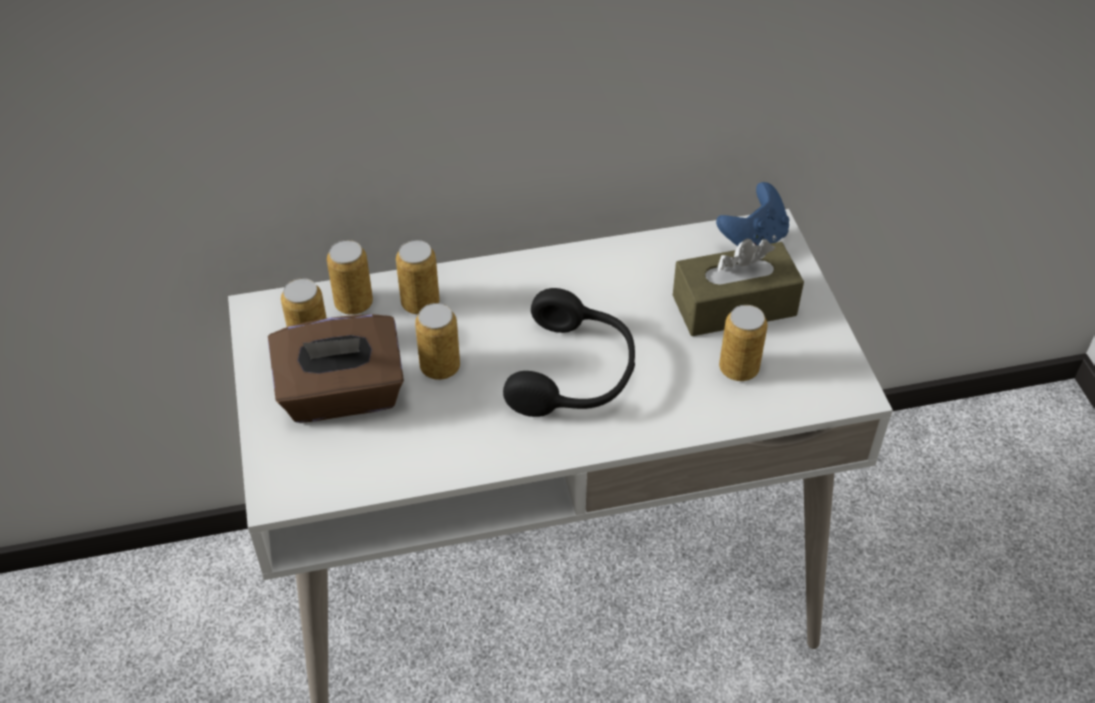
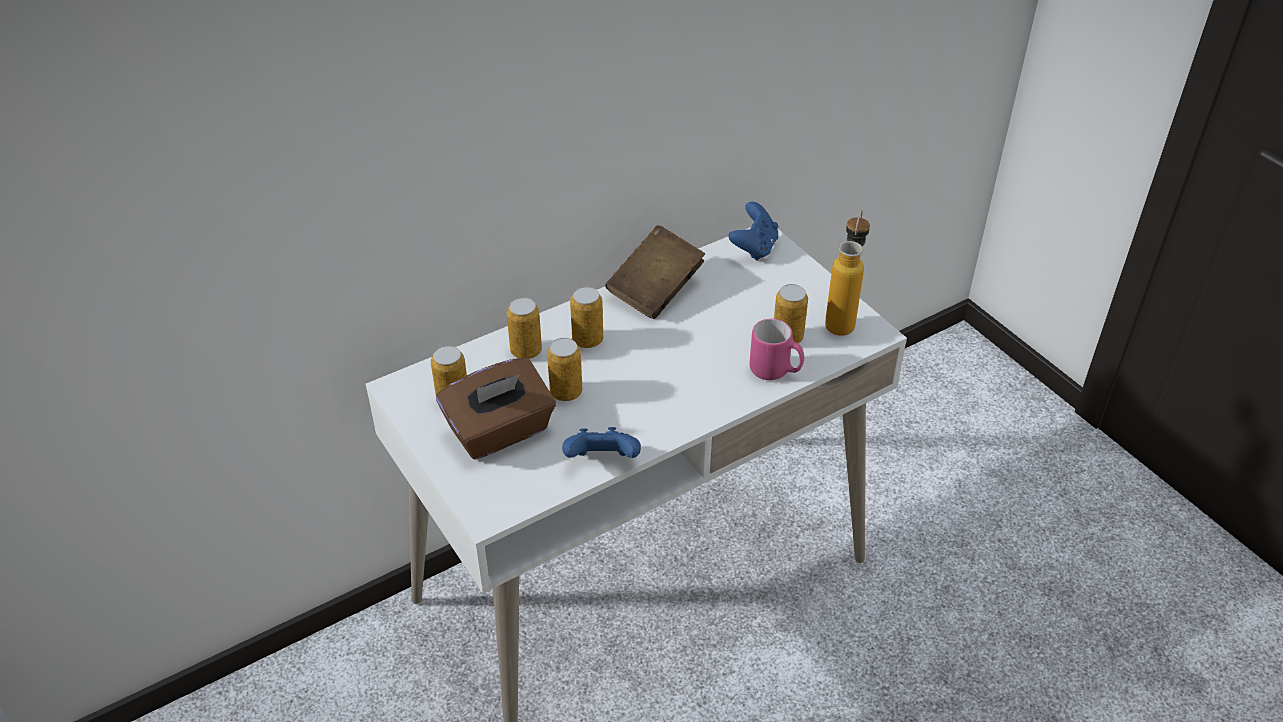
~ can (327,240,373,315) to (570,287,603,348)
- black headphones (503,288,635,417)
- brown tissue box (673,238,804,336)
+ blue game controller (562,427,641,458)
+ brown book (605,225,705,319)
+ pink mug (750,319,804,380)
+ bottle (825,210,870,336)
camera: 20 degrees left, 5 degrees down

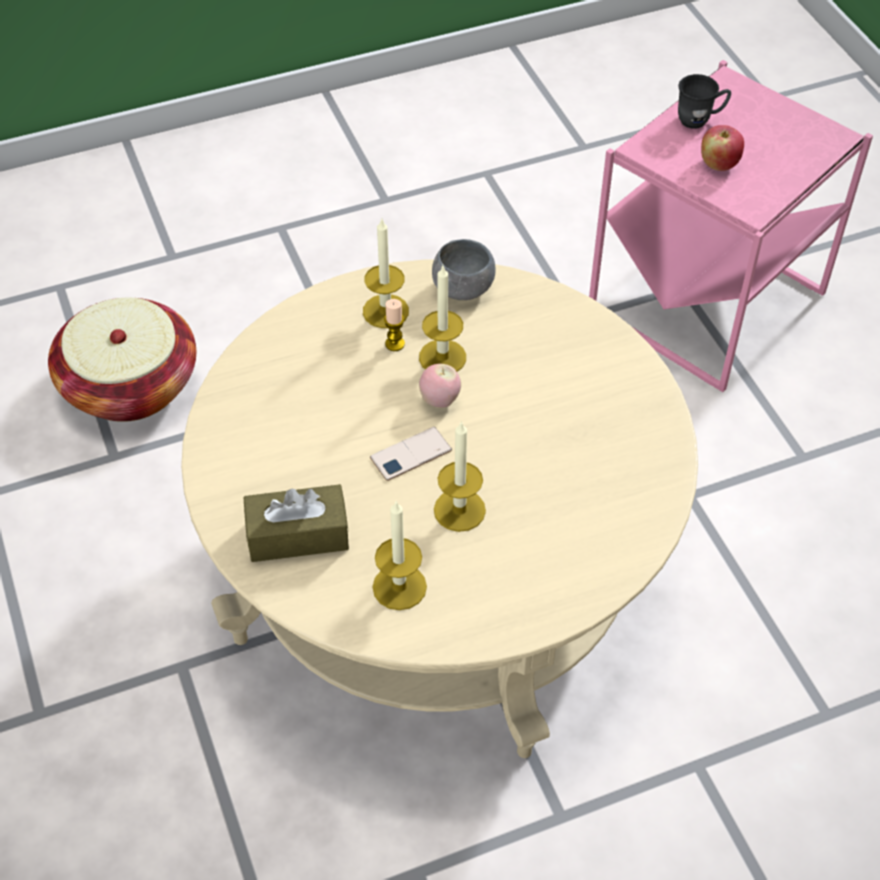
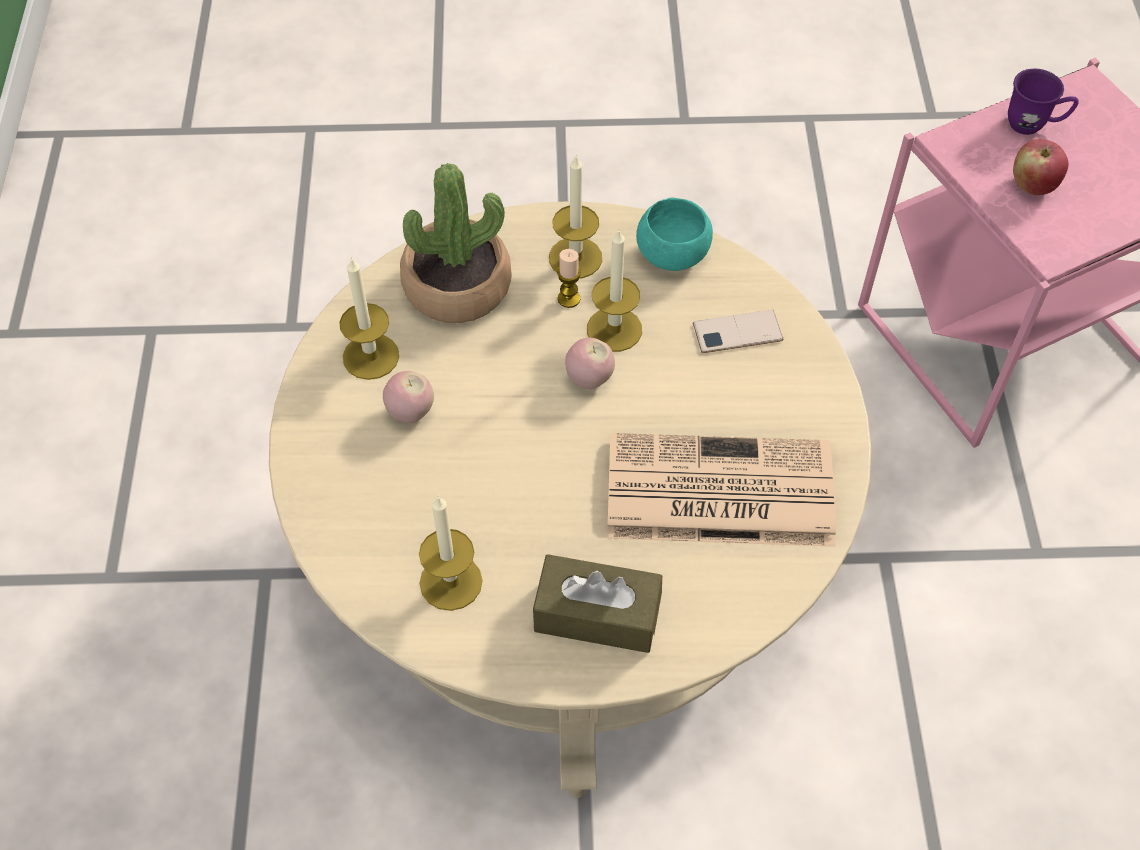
- basket (48,298,196,422)
~ brown tissue box (244,484,349,562) to (533,554,662,653)
~ phone (370,427,452,481) to (693,310,783,353)
~ grey bowl (432,239,495,300) to turquoise bowl (636,198,713,271)
~ candle (434,421,486,532) to (339,257,399,380)
~ grey mug (678,74,731,129) to purple mug (1008,68,1079,135)
+ apple (383,371,434,423)
+ potted plant (400,163,512,323)
+ newspaper (607,433,836,547)
camera: 20 degrees right, 5 degrees up

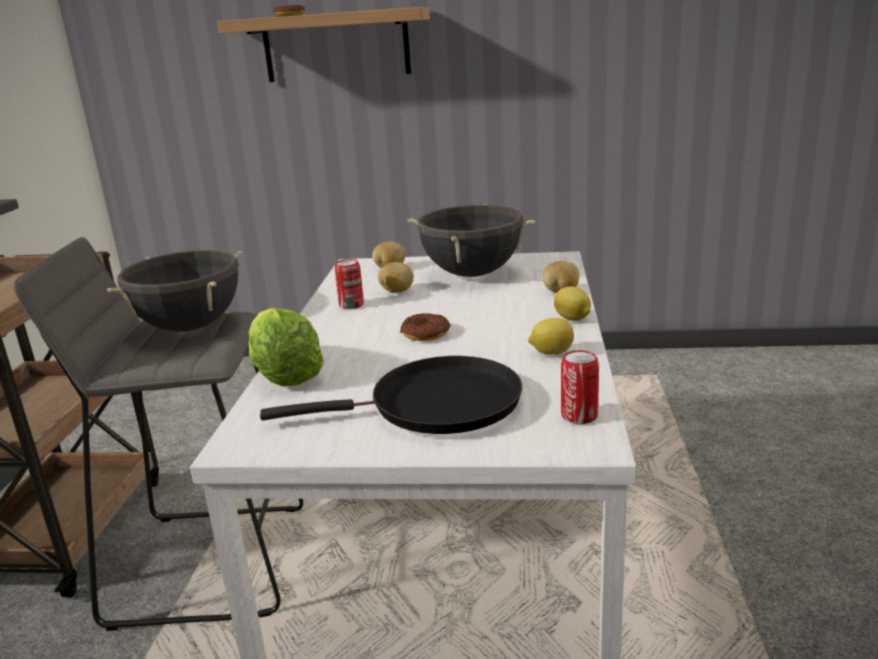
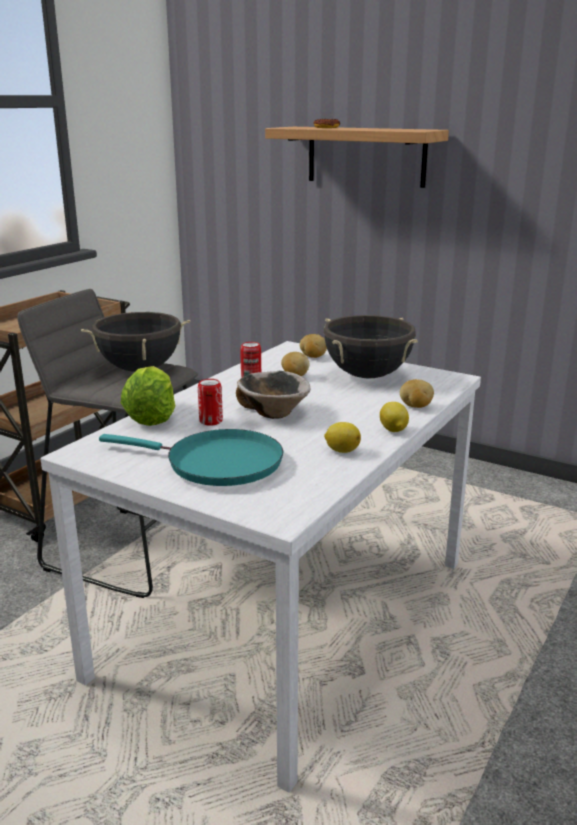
~ black frying pan (260,356,522,434) to turquoise frying pan (99,429,283,486)
~ donut (400,313,450,341) to bowl (236,371,310,419)
~ can (561,350,599,424) to (198,379,223,426)
camera: 25 degrees right, 0 degrees up

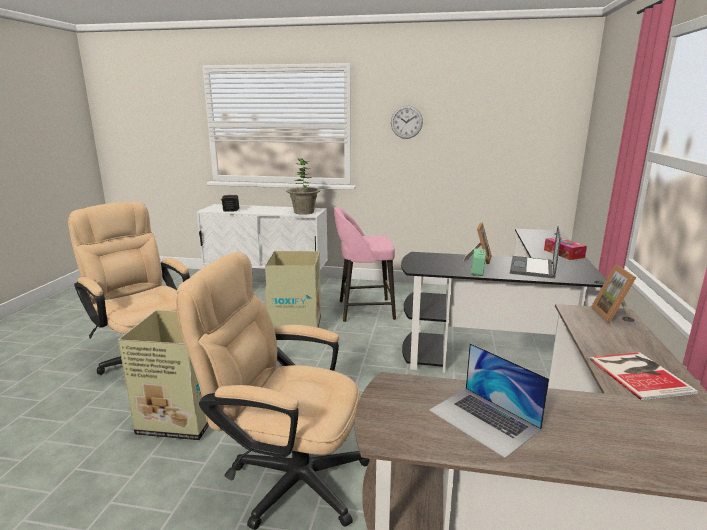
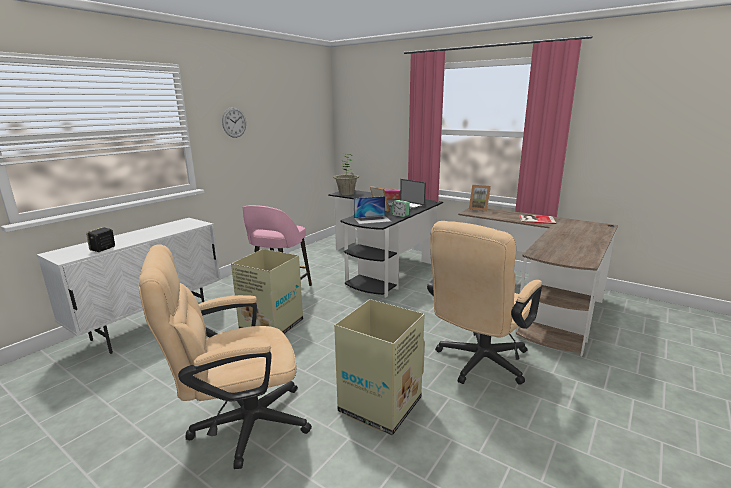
~ potted plant (286,158,321,215) to (333,153,359,195)
~ laptop (429,343,549,458) to (354,196,392,224)
camera: 65 degrees left, 0 degrees up

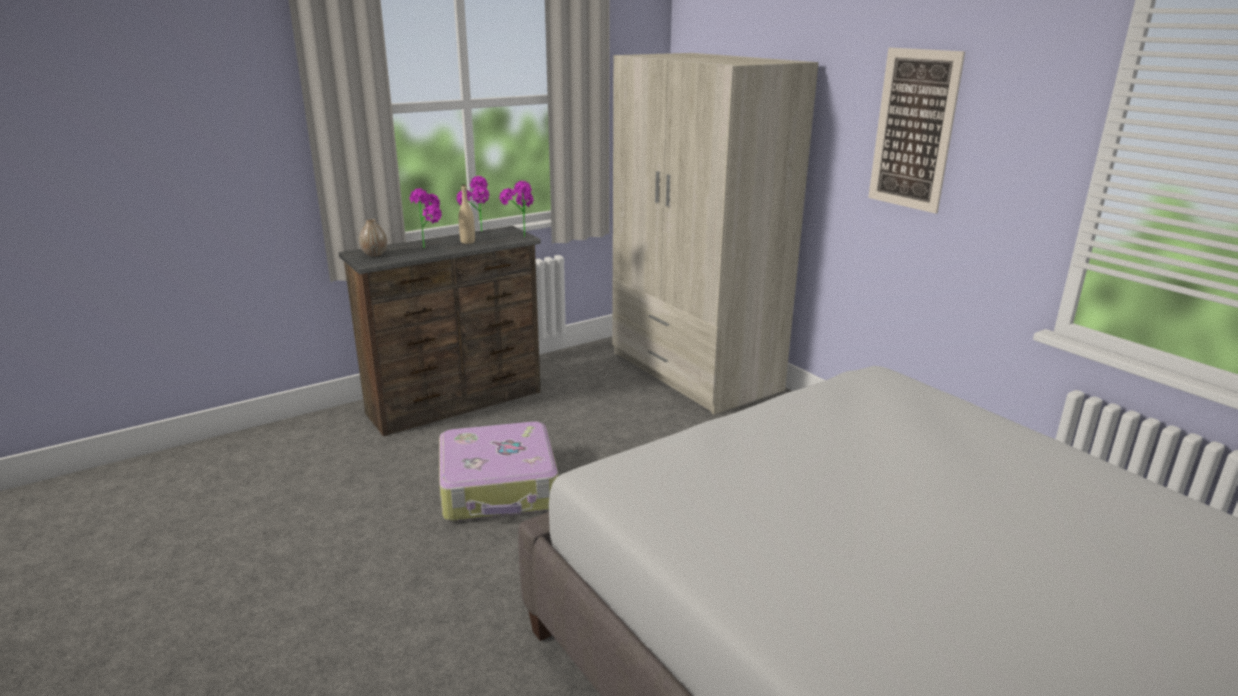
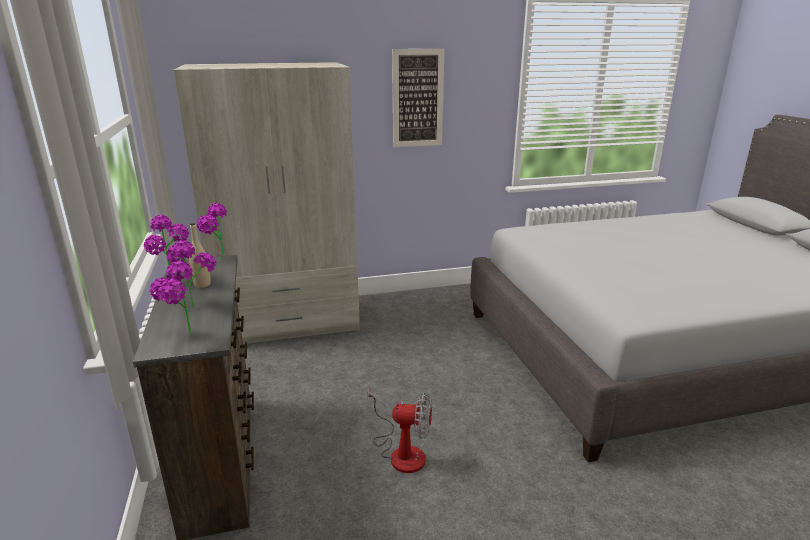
~ vase (359,219,387,257) to potted plant (149,260,193,334)
~ suitcase (439,422,558,521) to fan (367,388,432,473)
camera: 70 degrees left, 0 degrees up

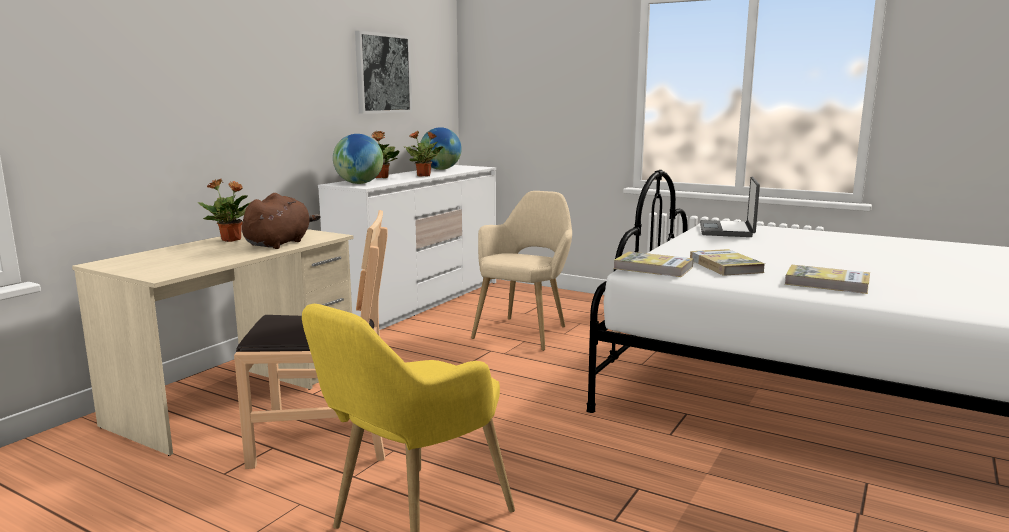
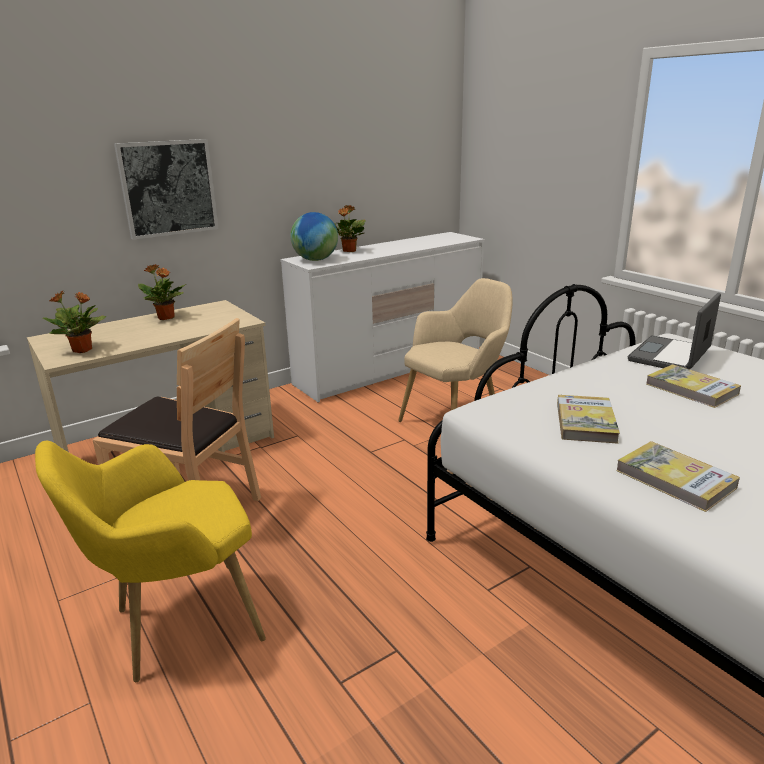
- brown plush toy (242,193,321,249)
~ picture (355,31,412,114) to (114,139,219,240)
~ potted plant (403,131,443,177) to (43,291,106,353)
- globe (420,127,462,170)
~ book (614,251,693,277) to (646,364,741,408)
camera: 25 degrees right, 10 degrees up

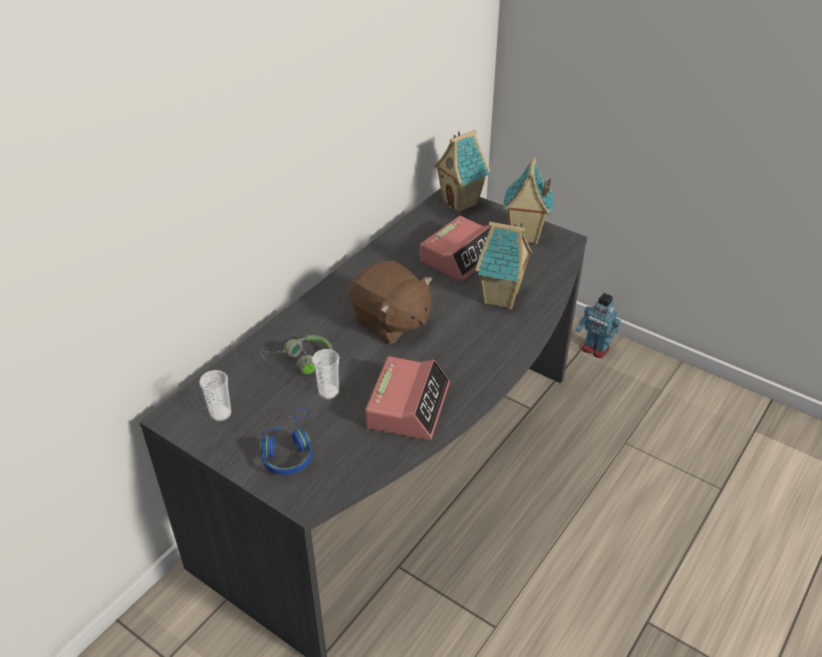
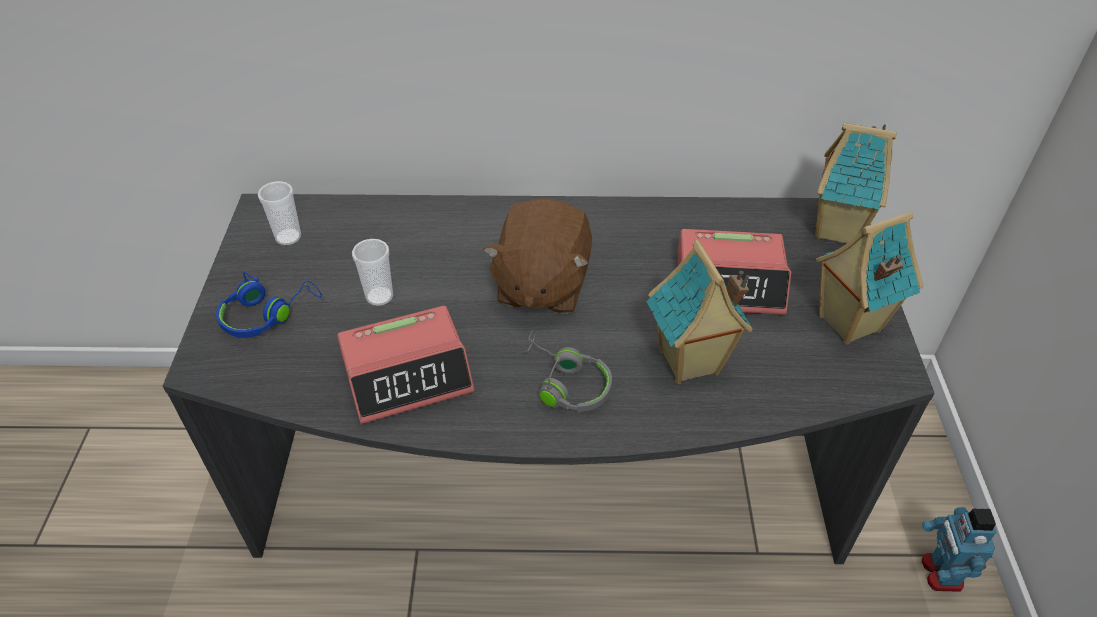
~ grey headphones (260,335,333,375) to (524,330,612,412)
camera: 55 degrees right, 5 degrees up

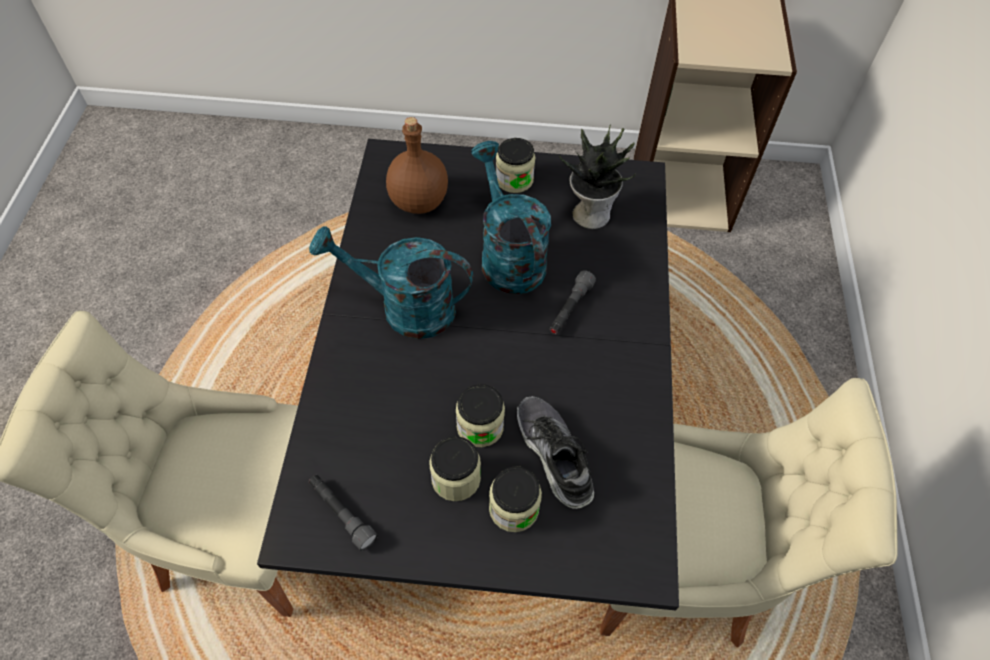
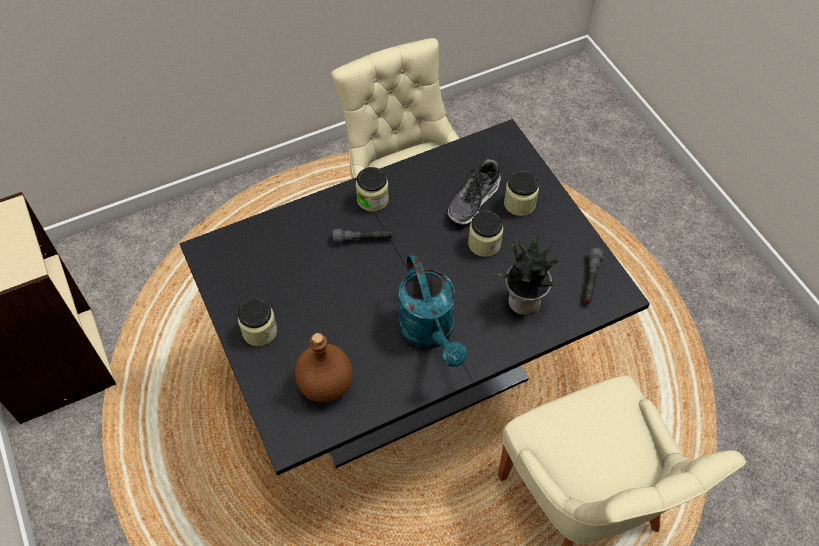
~ jar (429,436,481,501) to (356,167,389,212)
- turquoise watering can (471,141,551,294)
~ potted plant (559,125,636,229) to (492,230,562,315)
camera: 120 degrees left, 0 degrees up

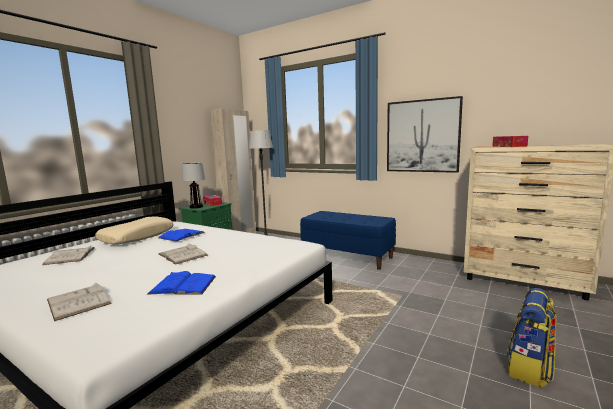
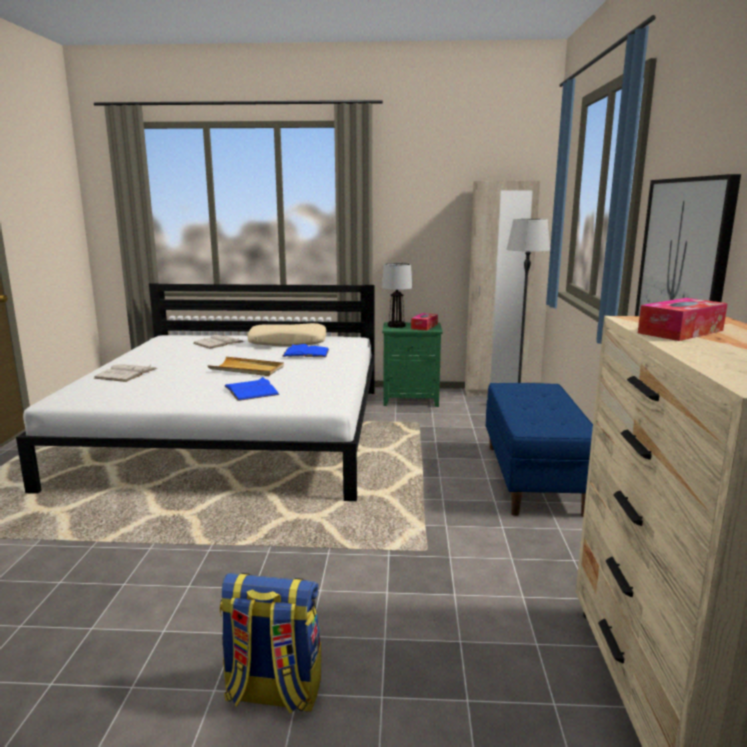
~ blue book (147,271,216,295) to (225,377,279,401)
~ white book (158,244,208,264) to beige tray (207,357,284,376)
camera: 60 degrees right, 5 degrees up

